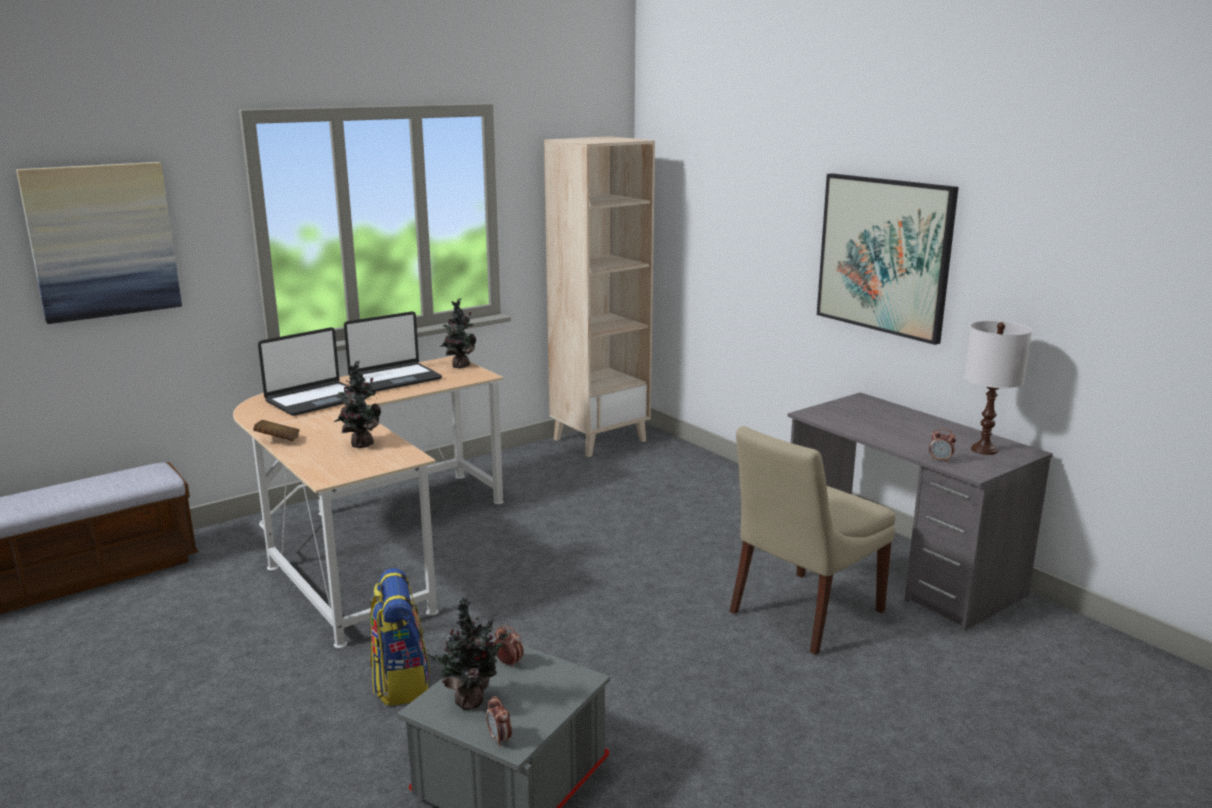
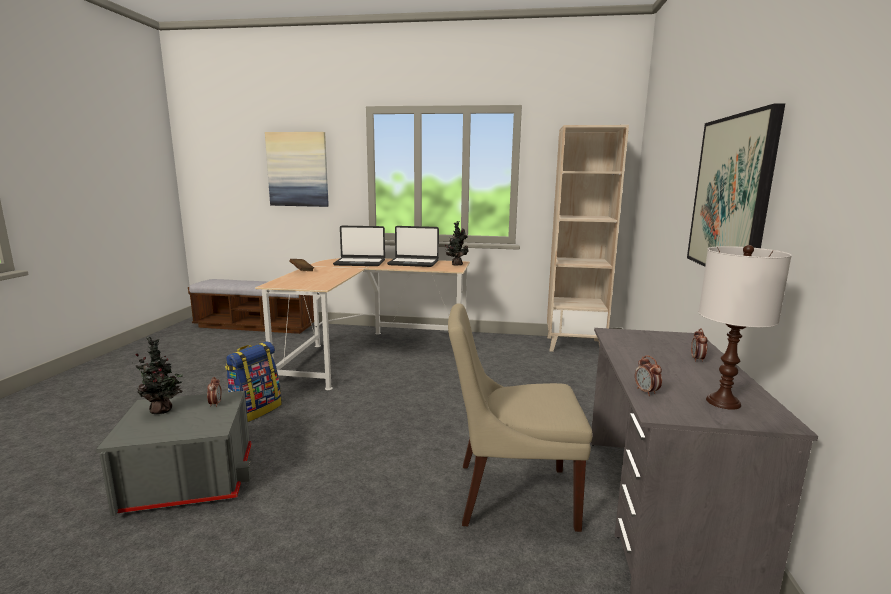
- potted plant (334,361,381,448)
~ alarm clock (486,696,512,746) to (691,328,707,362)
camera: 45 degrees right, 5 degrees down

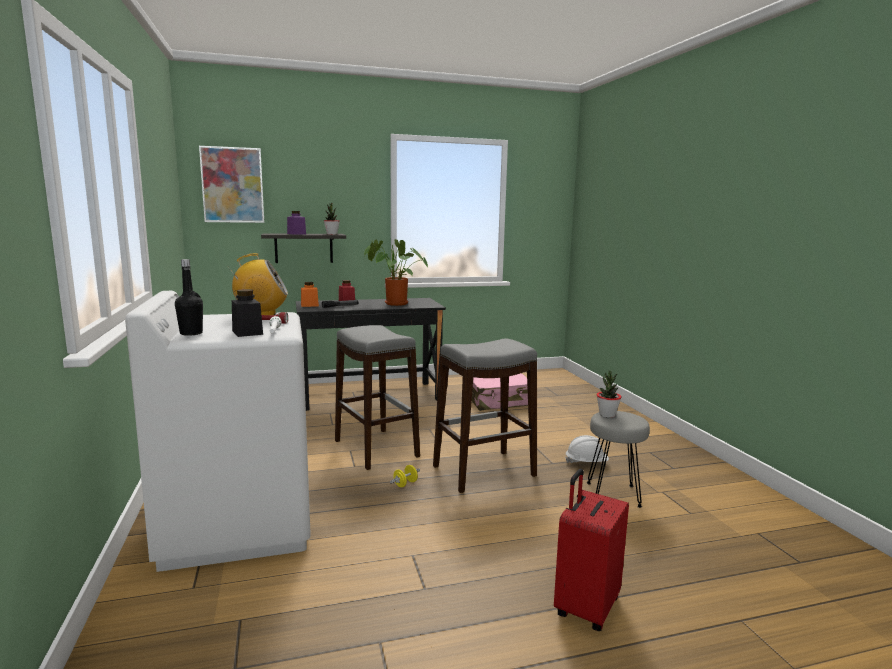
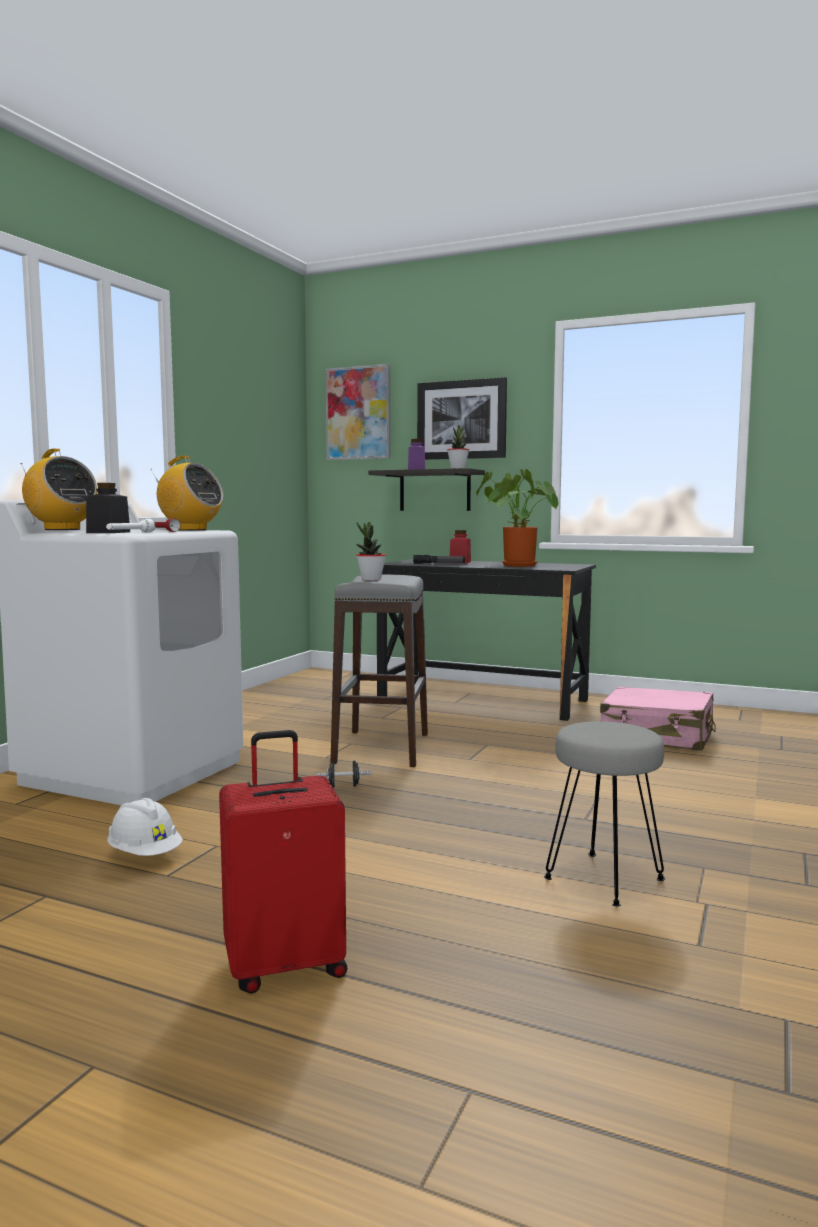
~ black bottle (175,259,203,336) to radio (21,449,98,530)
- orange jar (301,282,319,307)
~ yellow dumbbell (390,465,420,487) to black dumbbell (316,761,372,788)
- grey stool (433,338,537,493)
~ white hard hat (565,435,609,463) to (107,798,183,856)
~ potted plant (597,371,622,418) to (356,522,386,581)
+ picture (417,377,507,460)
camera: 40 degrees right, 5 degrees down

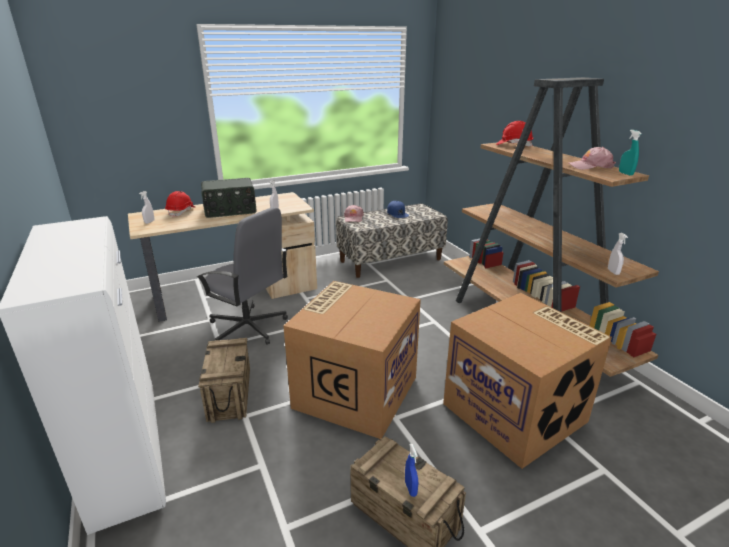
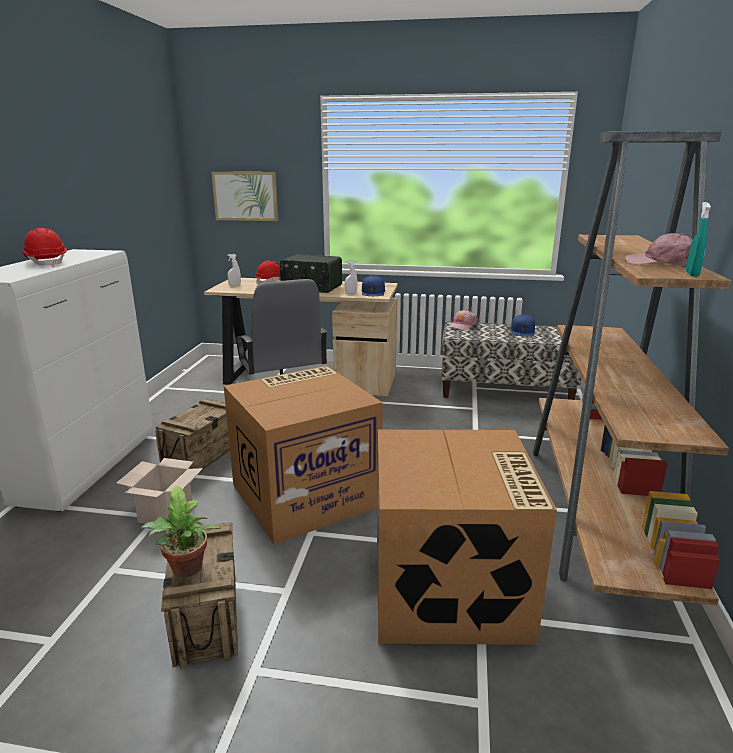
~ blue spray bottle (405,444,418,497) to potted plant (141,486,221,578)
~ red hard hat (496,121,533,147) to (22,228,67,267)
- white spray bottle (608,233,628,275)
+ cardboard box (116,458,203,524)
+ picture (211,172,278,221)
+ blue cap (362,275,385,296)
camera: 35 degrees right, 5 degrees down

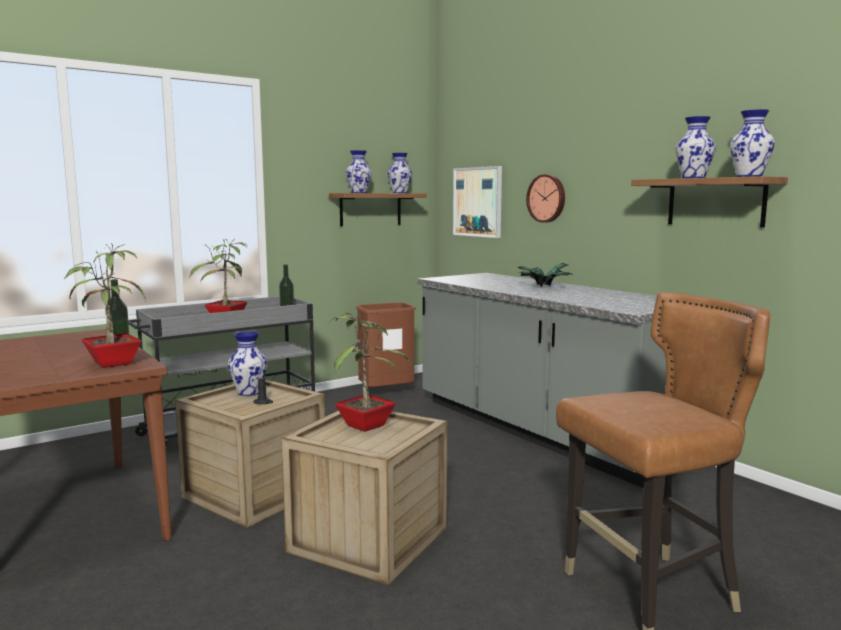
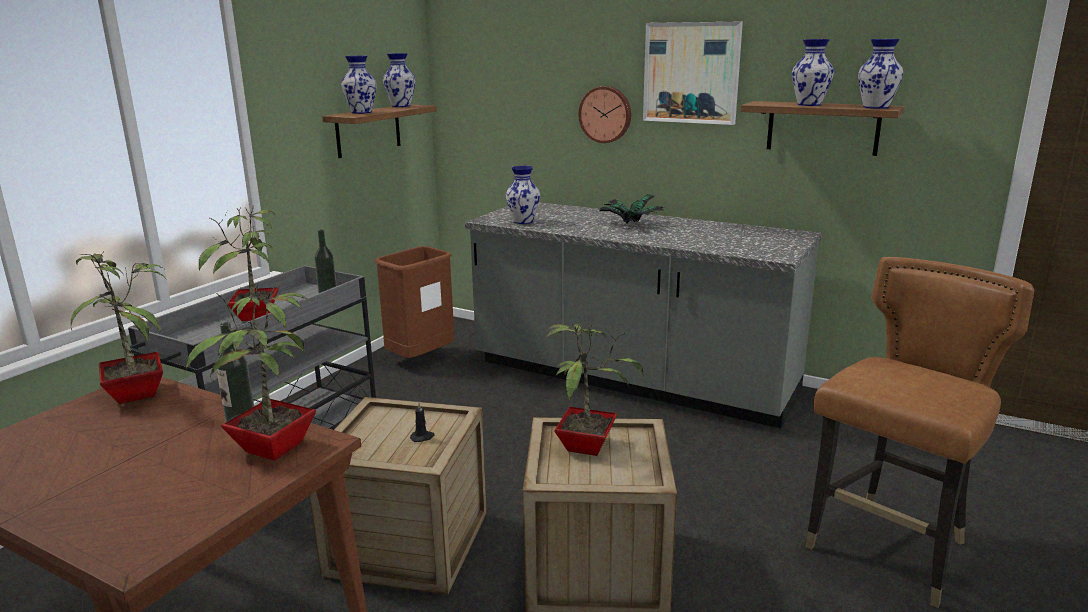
~ vase (228,331,268,396) to (506,166,540,224)
~ picture (453,166,502,238) to (643,22,743,125)
+ potted plant (71,253,166,404)
camera: 25 degrees left, 10 degrees up

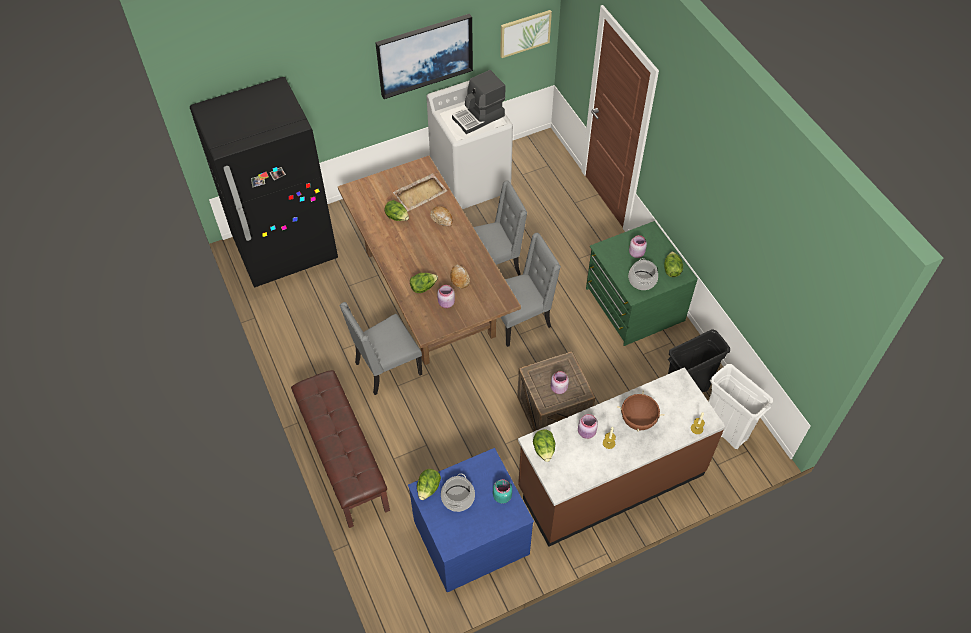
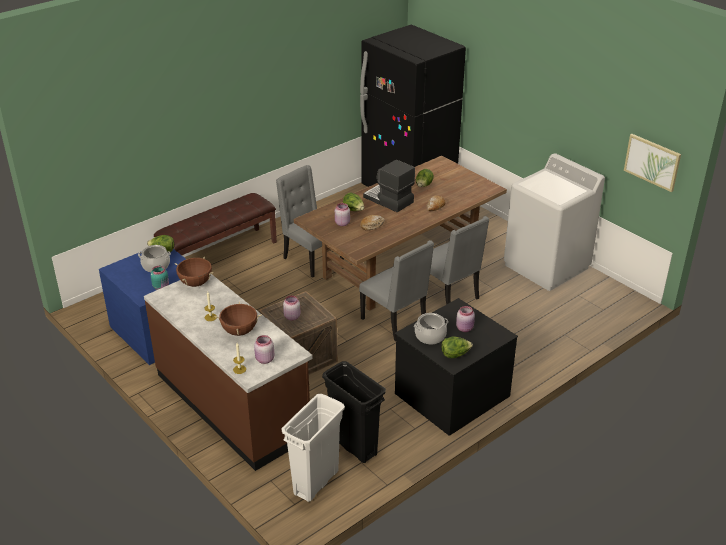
- picture (375,14,473,99)
- beige tray (393,173,448,212)
~ coffee machine (452,70,505,134) to (363,160,415,212)
~ lettuce (533,430,556,462) to brown cooking pot (175,256,213,287)
~ pink jar (578,414,598,439) to (254,335,274,364)
~ green dresser (586,221,698,346) to black dresser (395,298,518,436)
camera: 75 degrees right, 20 degrees down

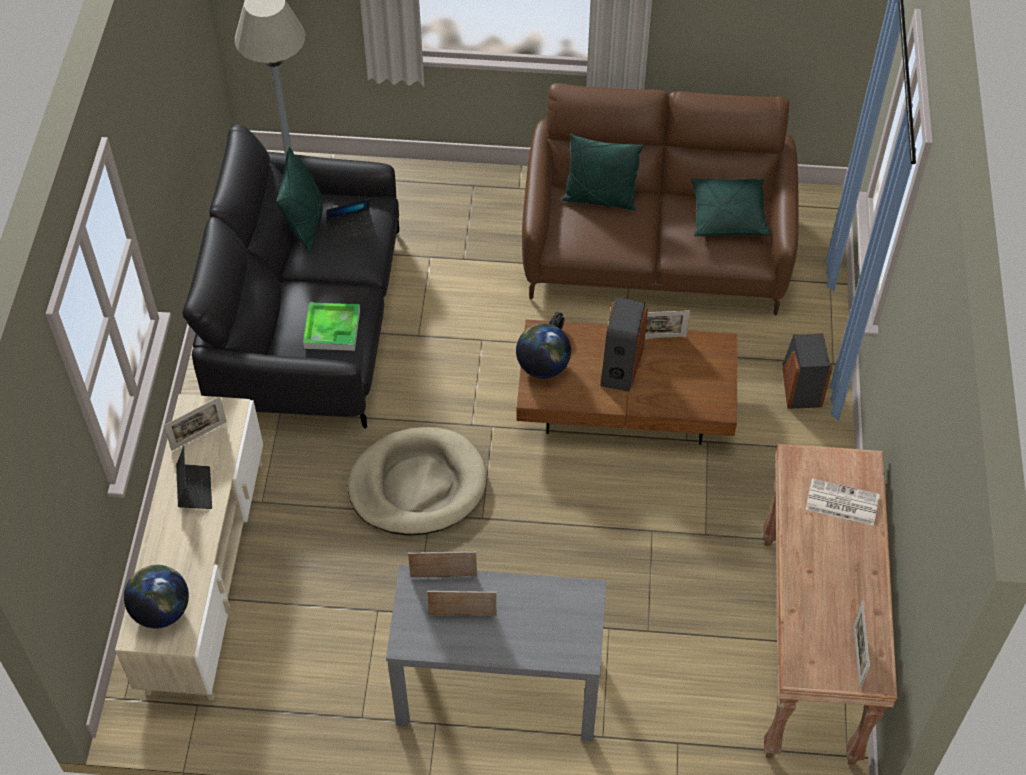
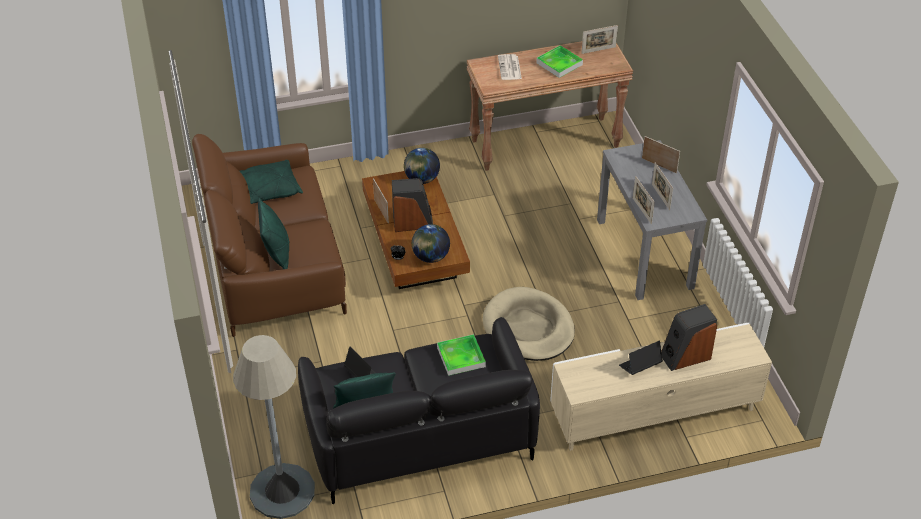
~ globe (124,565,189,629) to (404,148,440,184)
~ picture frame (164,396,226,451) to (642,136,680,174)
~ speaker (782,334,832,409) to (661,304,717,371)
+ tray (536,45,583,78)
camera: 110 degrees left, 10 degrees down

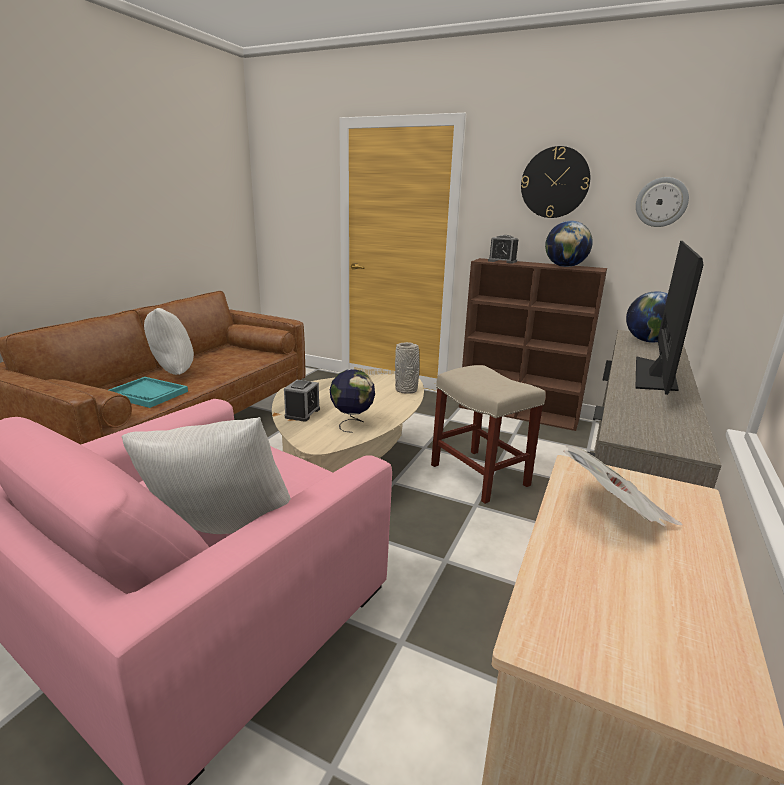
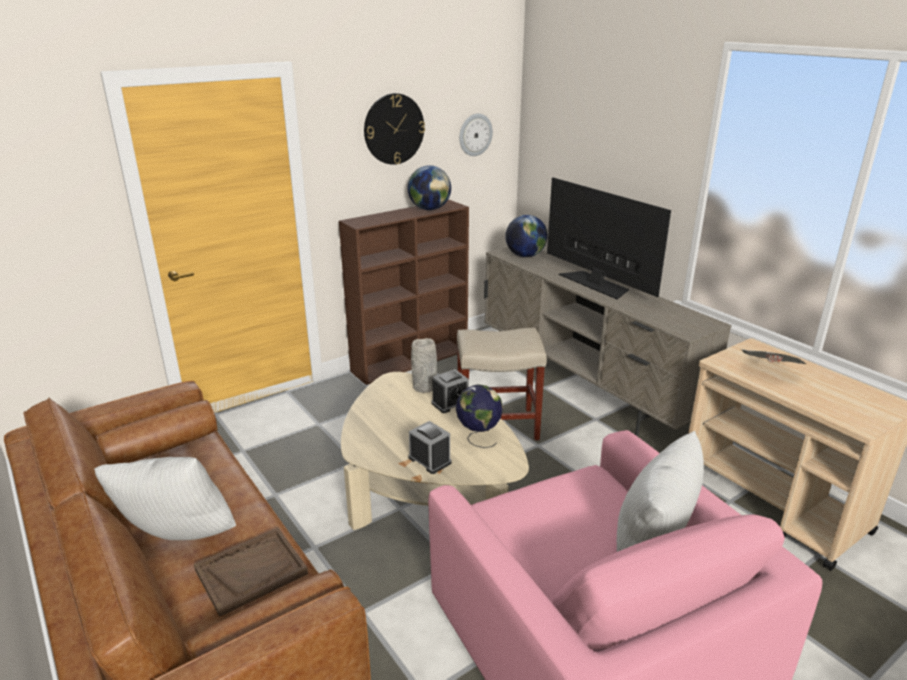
~ turquoise tray (109,377,188,408) to brown tray (194,528,308,617)
~ alarm clock (488,235,518,263) to (431,369,469,413)
camera: 60 degrees left, 5 degrees up

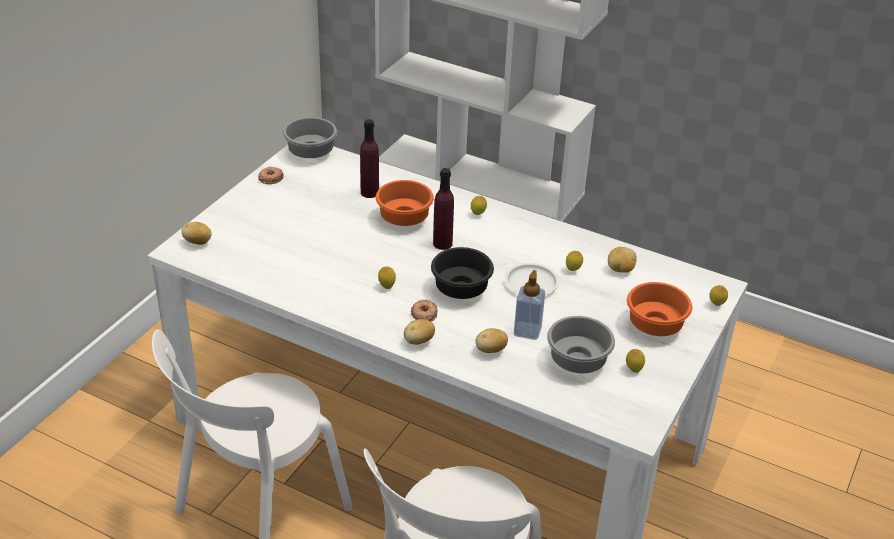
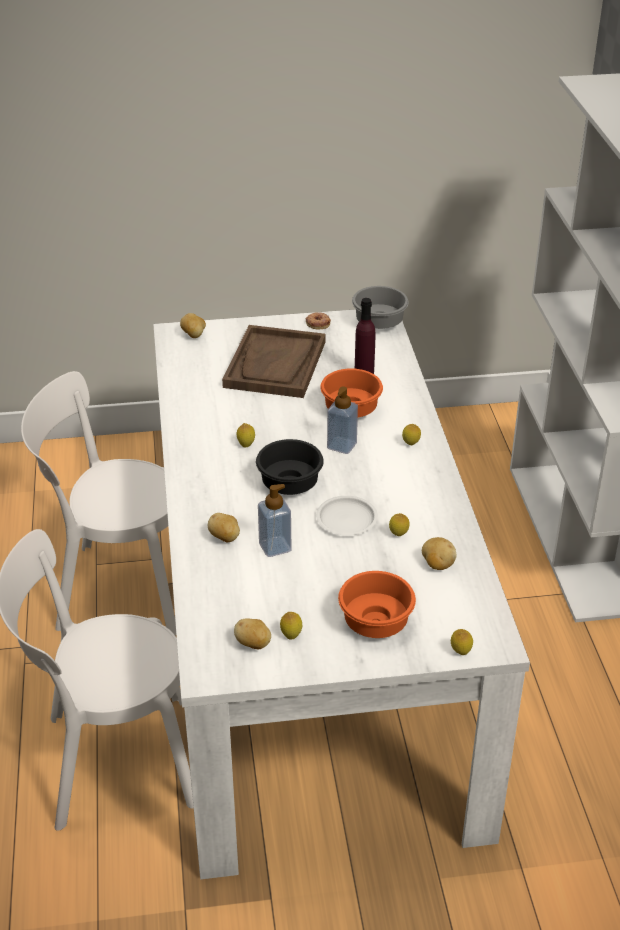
~ potato (404,319,435,345) to (234,618,271,649)
- donut (411,299,438,322)
~ purple bottle (433,168,454,250) to soap dispenser (327,386,358,454)
- grey bowl (547,316,615,373)
+ brown tray (222,325,326,398)
camera: 55 degrees right, 0 degrees up

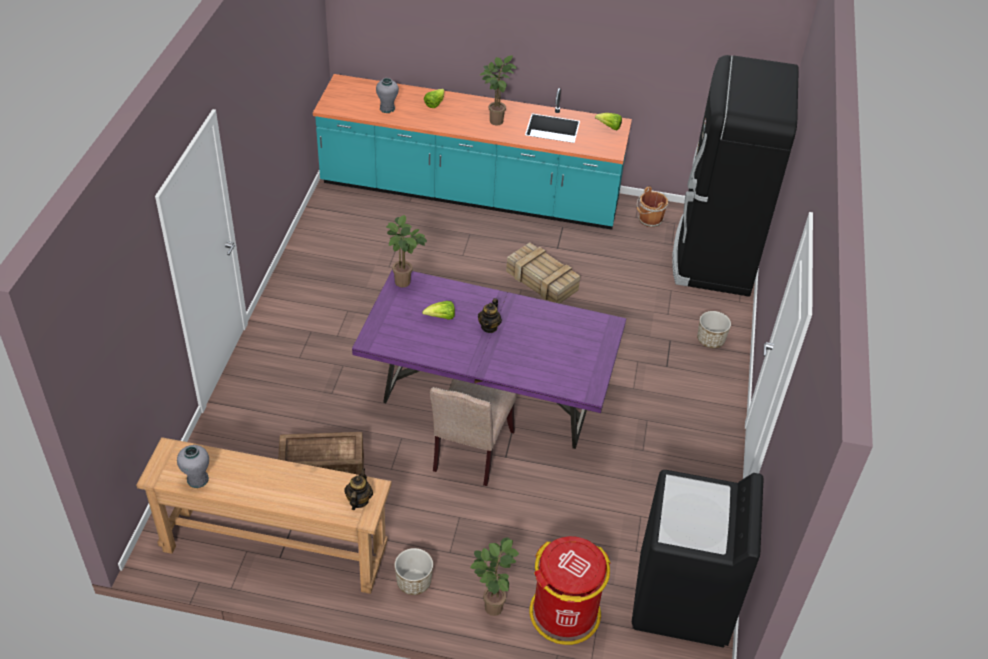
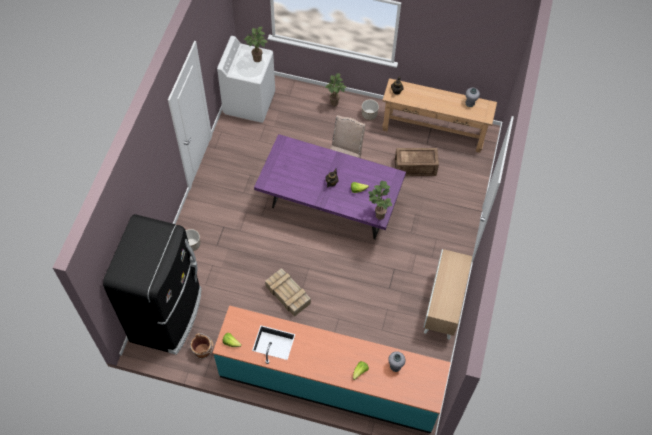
~ potted plant (480,55,517,125) to (244,26,267,62)
- red trash can (529,536,611,645)
~ black washing machine (632,470,764,648) to white washing machine (217,36,275,123)
+ cabinet (423,249,472,340)
camera: 175 degrees left, 15 degrees up

